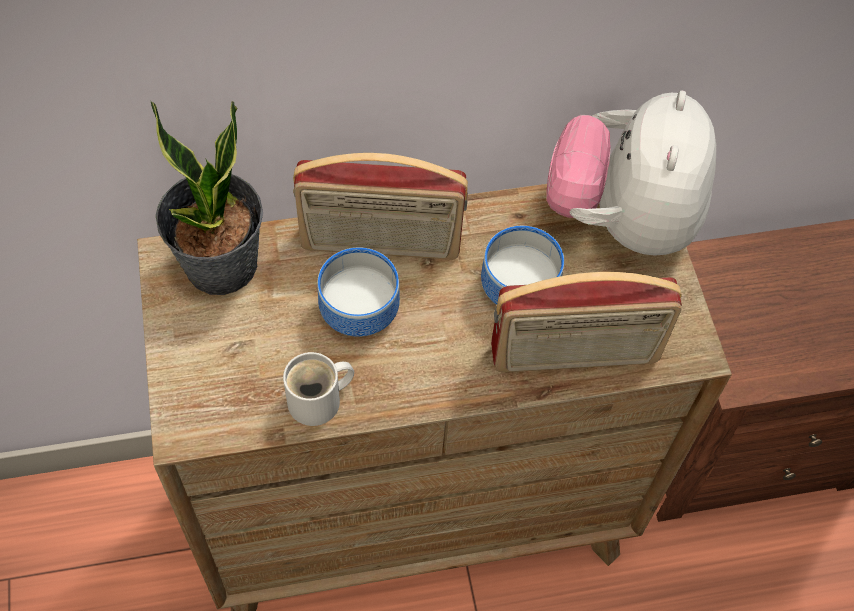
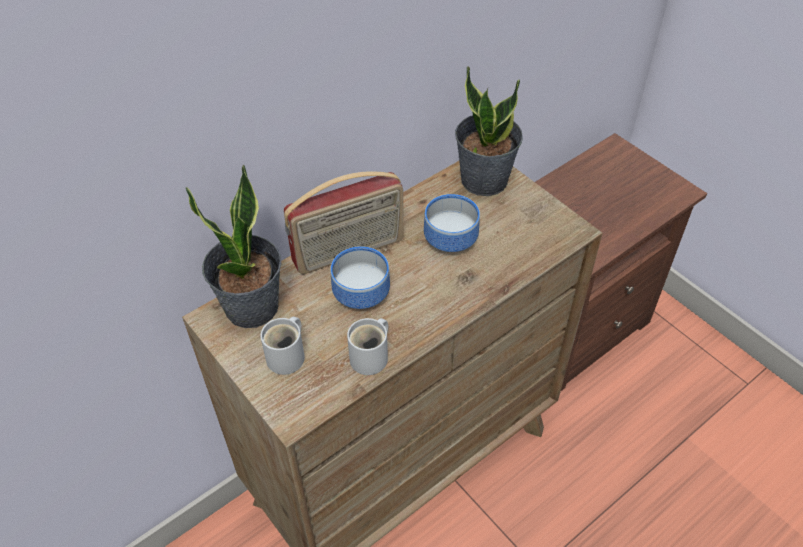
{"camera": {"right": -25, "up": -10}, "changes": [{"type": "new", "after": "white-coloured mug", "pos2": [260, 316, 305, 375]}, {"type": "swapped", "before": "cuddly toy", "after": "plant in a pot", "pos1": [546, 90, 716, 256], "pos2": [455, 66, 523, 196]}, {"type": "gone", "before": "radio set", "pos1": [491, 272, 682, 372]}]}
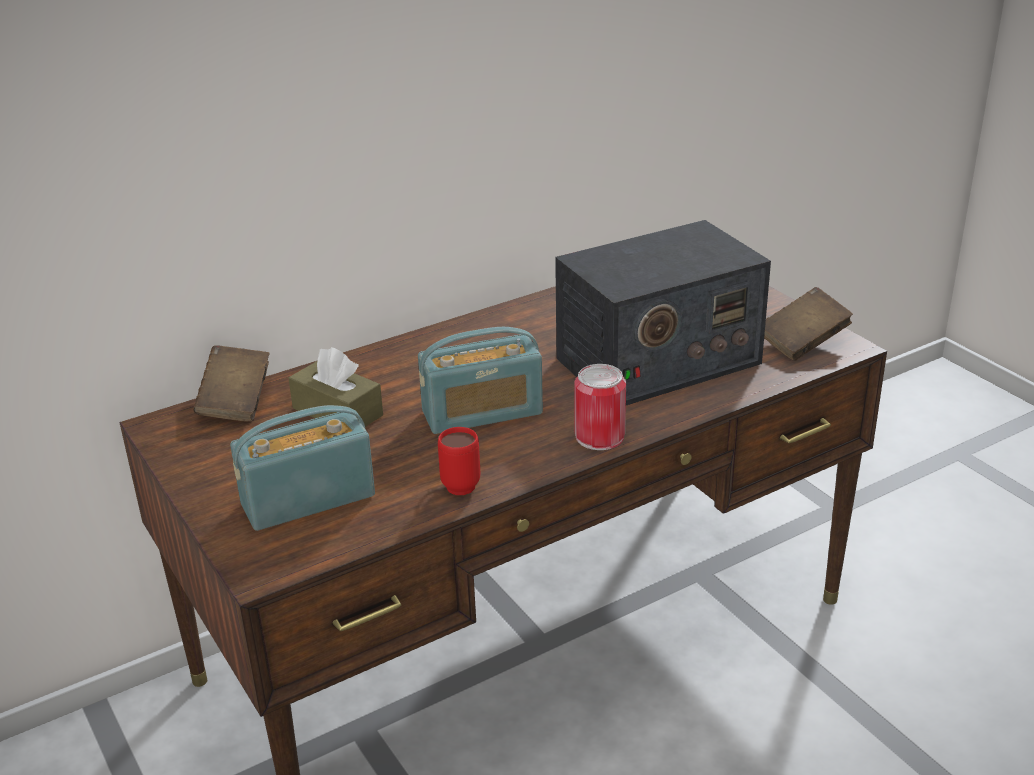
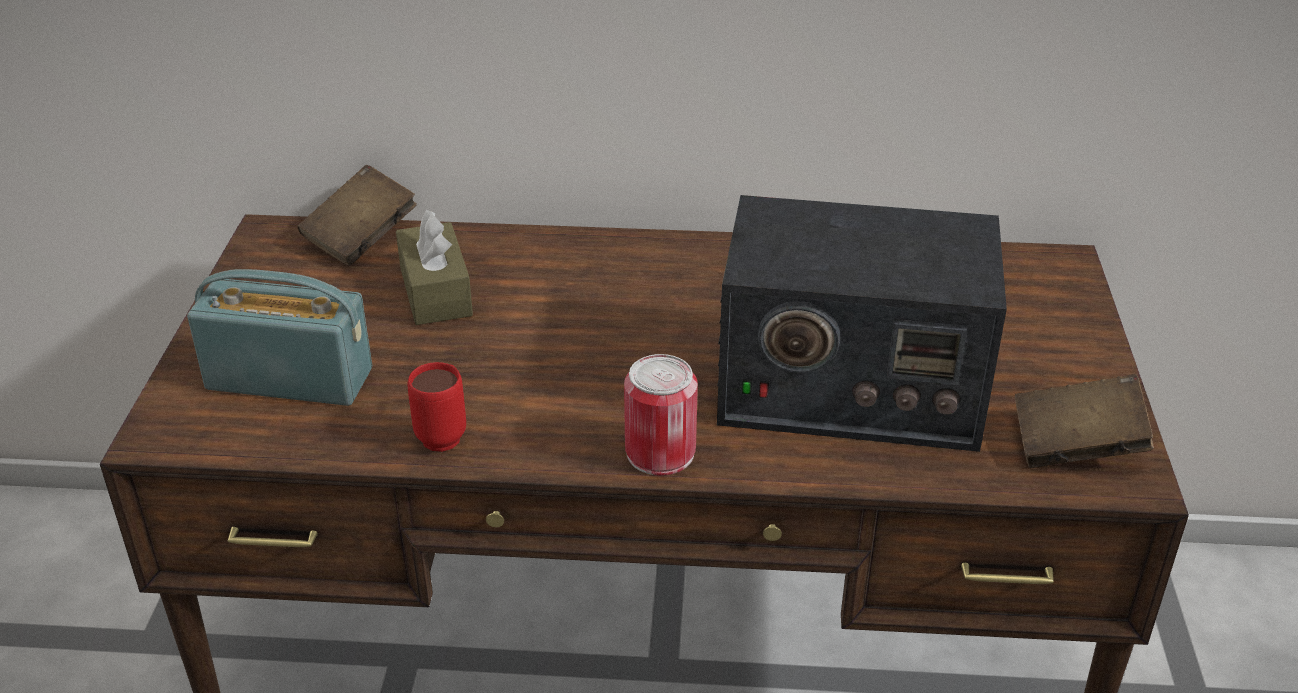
{"camera": {"right": 35, "up": 5}, "changes": [{"type": "gone", "before": "radio set", "pos1": [418, 327, 543, 434]}]}
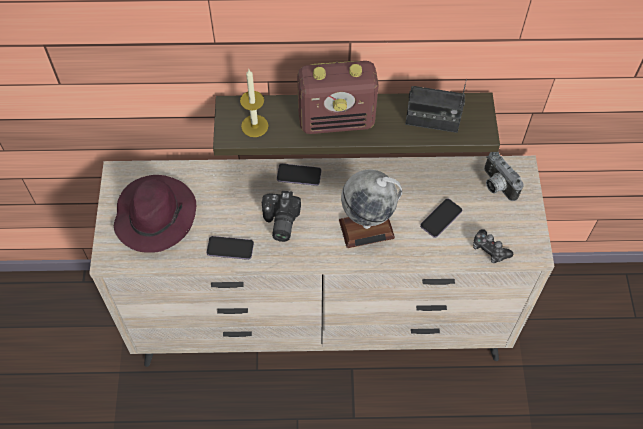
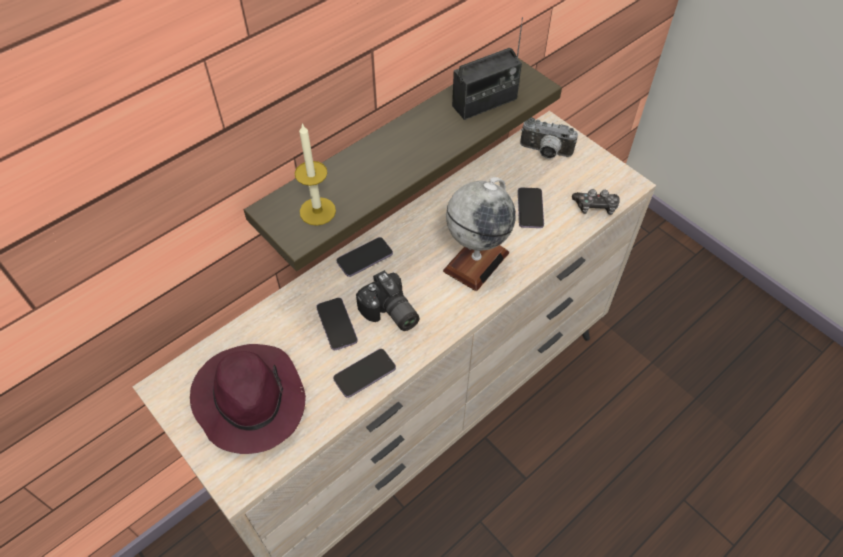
{"camera": {"right": -40, "up": -5}, "changes": [{"type": "new", "after": "telephone", "pos2": [316, 298, 358, 350]}, {"type": "gone", "before": "radio set", "pos1": [297, 61, 379, 134]}]}
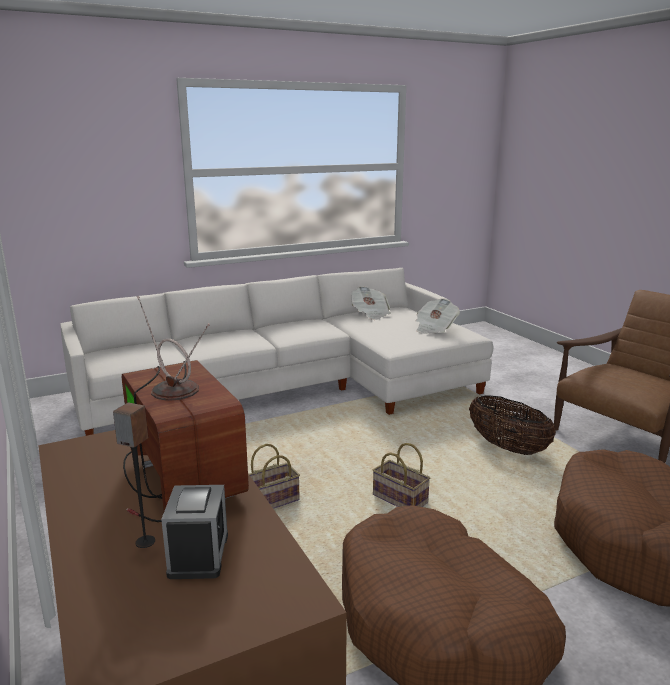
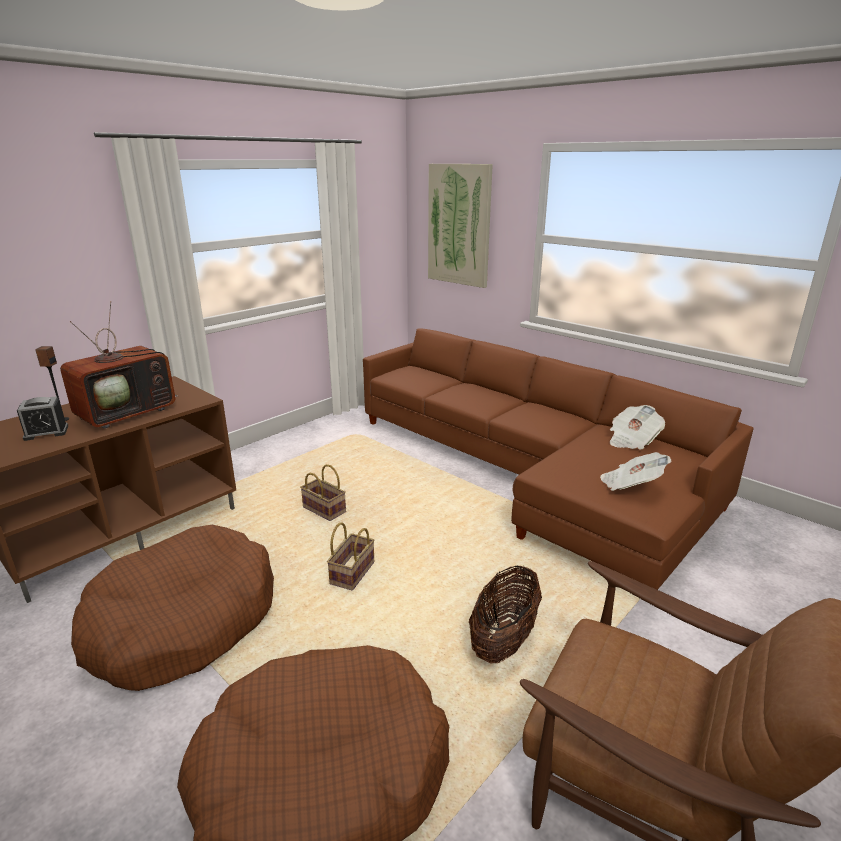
{"camera": {"right": 70, "up": 5}, "changes": [{"type": "repainted", "before": "white-coloured couch", "after": "brownish couch", "pos1": [61, 268, 494, 436], "pos2": [363, 328, 753, 601]}, {"type": "new", "after": "picture", "pos2": [428, 164, 493, 288]}]}
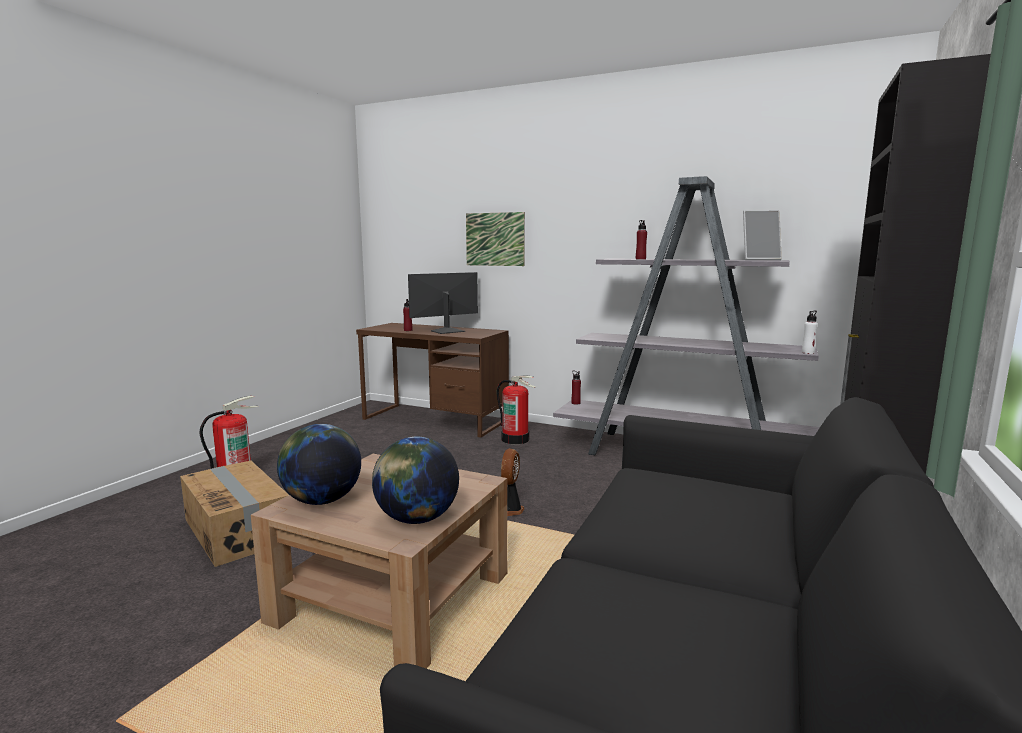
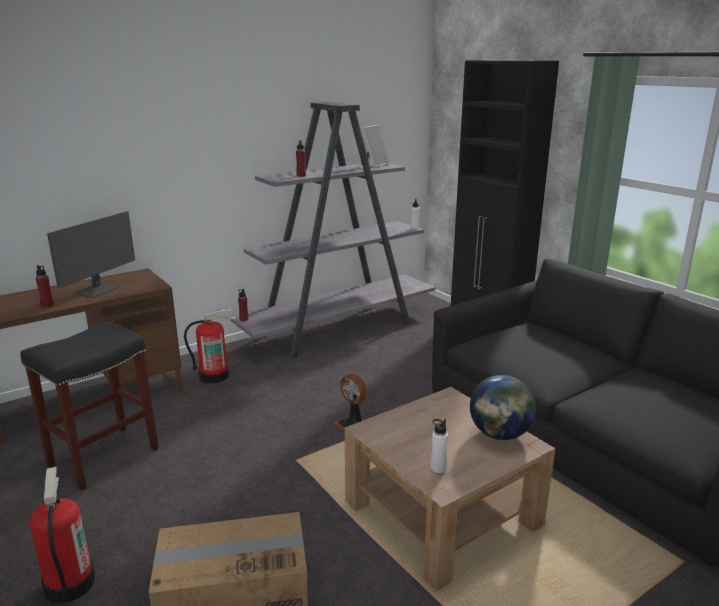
{"camera": {"right": -60, "up": 10}, "changes": [{"type": "new", "after": "blackish sitting stool", "pos2": [21, 322, 159, 491]}, {"type": "rotated", "before": "monitor", "pos1": [408, 272, 478, 334], "pos2": [47, 211, 135, 298], "turn": -150}, {"type": "swapped", "before": "globe", "after": "white-coloured beverage bottle", "pos1": [277, 424, 361, 505], "pos2": [431, 419, 448, 473]}, {"type": "gone", "before": "picture", "pos1": [466, 212, 525, 266]}]}
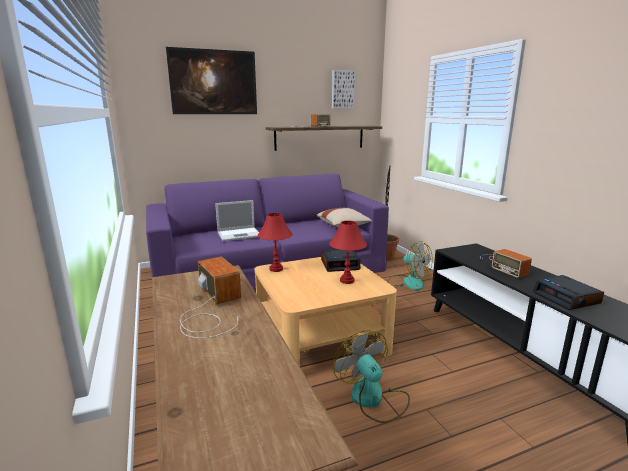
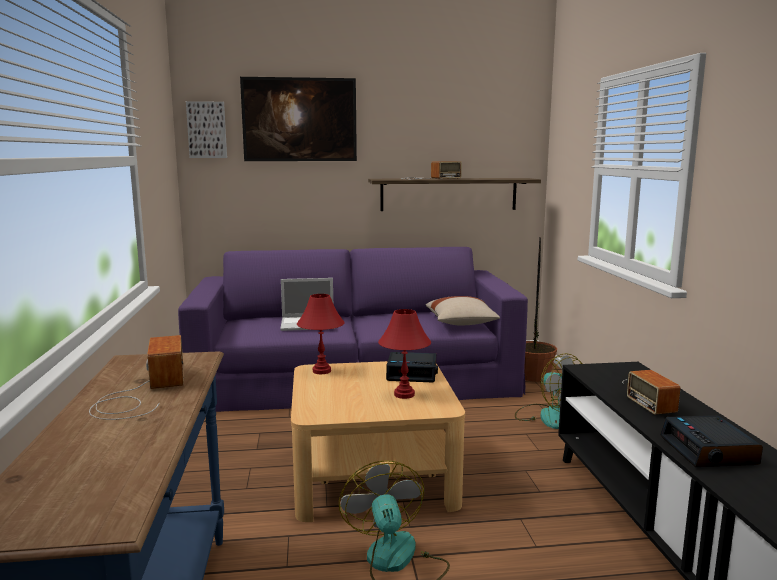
{"camera": {"right": 15, "up": -5}, "changes": [{"type": "shifted", "before": "picture", "pos1": [332, 70, 355, 109], "pos2": [186, 101, 227, 158]}]}
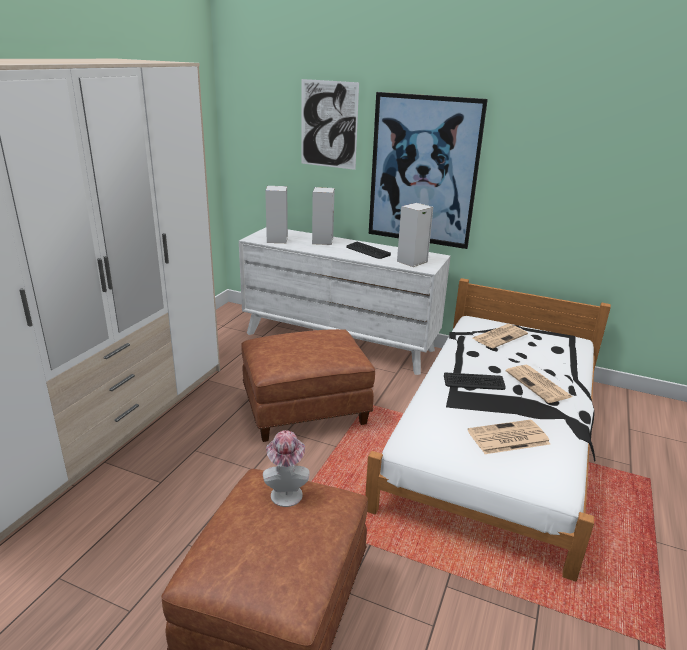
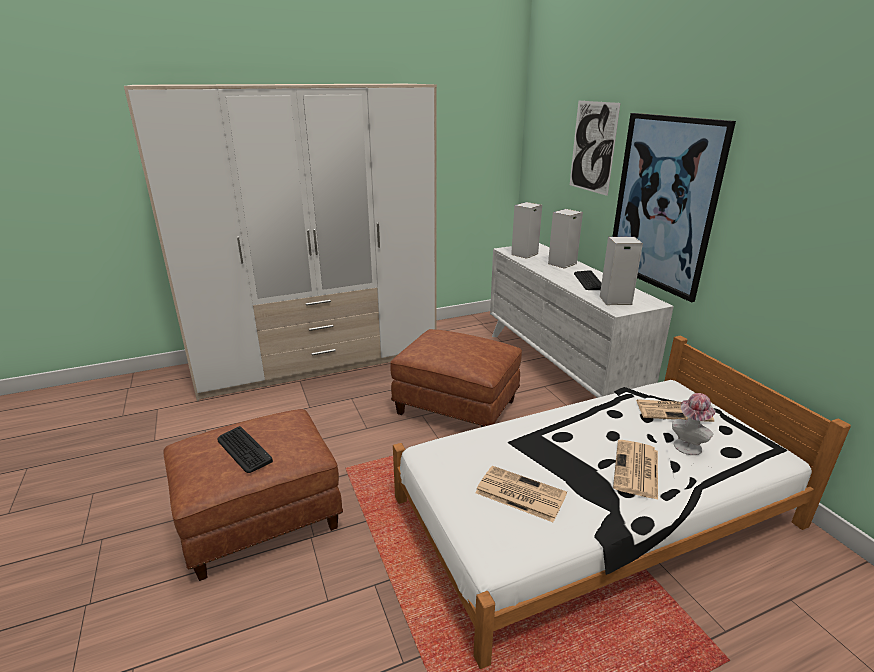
{"camera": {"right": 45, "up": 0}, "changes": [{"type": "shifted", "before": "computer keyboard", "pos1": [444, 373, 506, 390], "pos2": [217, 426, 273, 473]}, {"type": "shifted", "before": "hat", "pos1": [263, 430, 310, 507], "pos2": [672, 393, 716, 455]}]}
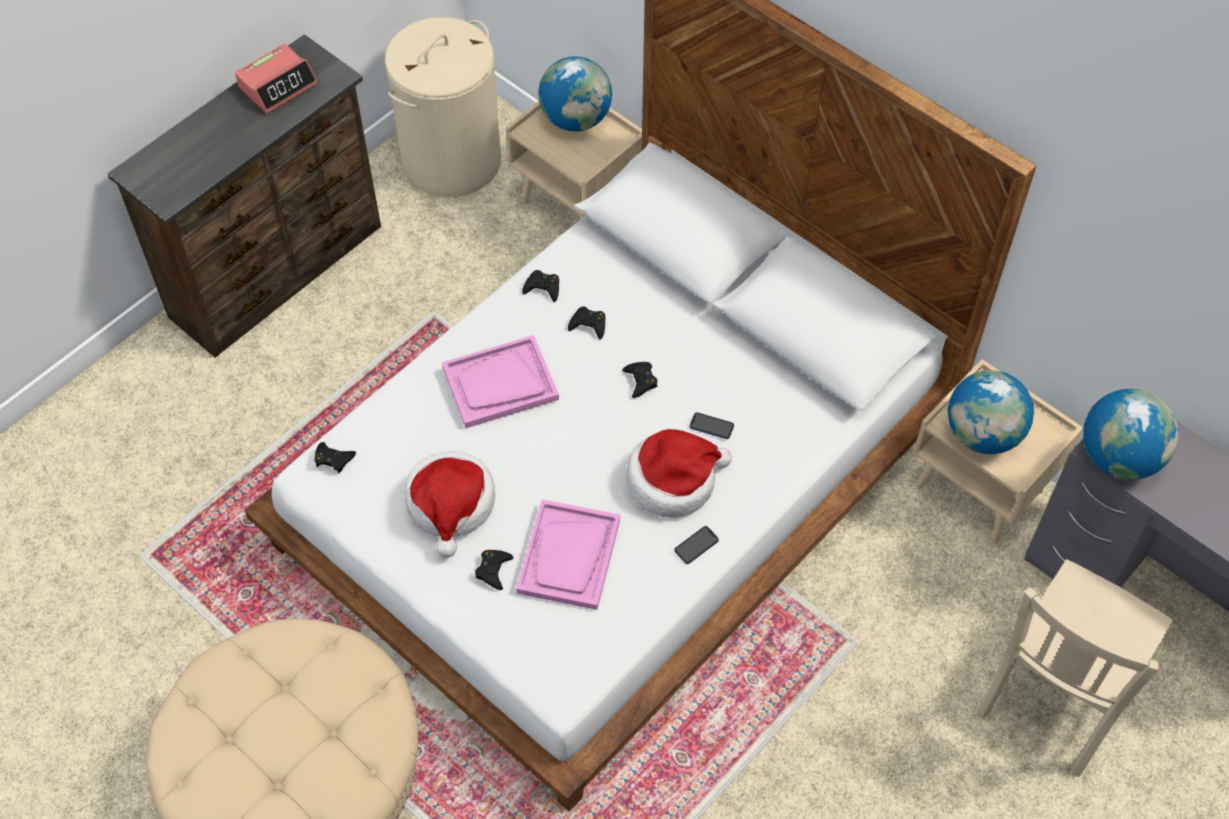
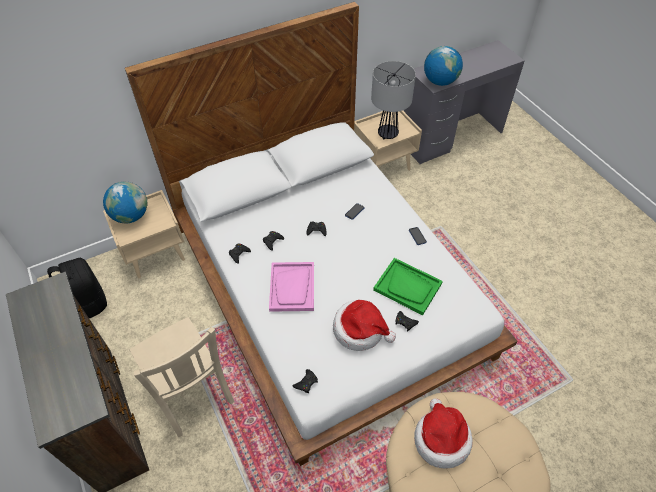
{"camera": {"right": -70, "up": -5}, "changes": [{"type": "swapped", "before": "beige-coloured hamper", "after": "blackish backpack", "pos1": [385, 17, 501, 197], "pos2": [47, 258, 107, 318]}, {"type": "shifted", "before": "beige-coloured upright chair", "pos1": [976, 559, 1173, 777], "pos2": [130, 317, 234, 437]}, {"type": "swapped", "before": "globe", "after": "table lamp", "pos1": [948, 370, 1034, 454], "pos2": [371, 61, 416, 139]}, {"type": "repainted", "before": "pink-coloured tray", "after": "green-coloured tray", "pos1": [516, 499, 620, 610], "pos2": [373, 258, 443, 315]}, {"type": "shifted", "before": "hat", "pos1": [626, 429, 732, 518], "pos2": [414, 398, 472, 469]}, {"type": "gone", "before": "bedside clock", "pos1": [235, 44, 318, 114]}]}
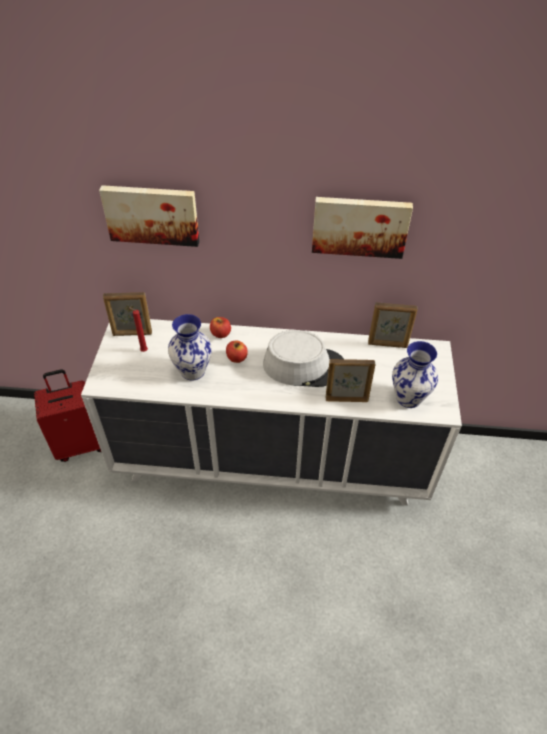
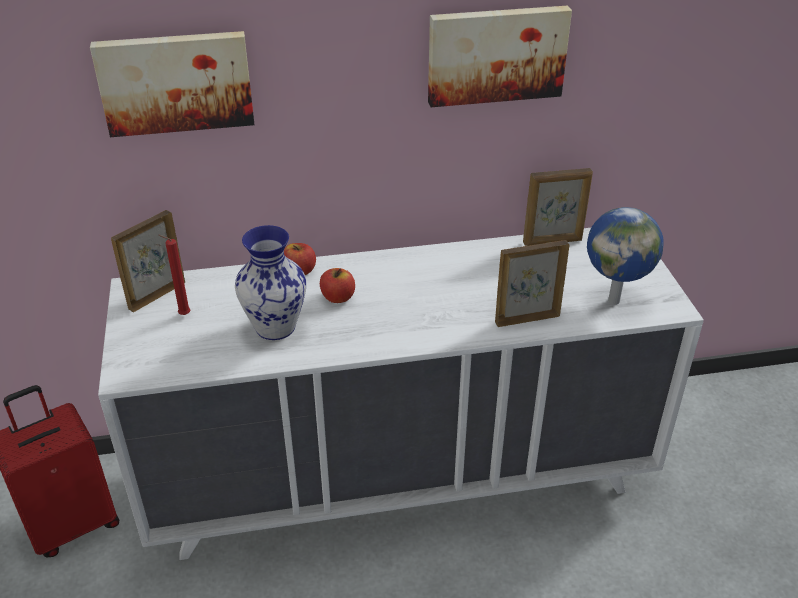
{"camera": {"right": -15, "up": -10}, "changes": [{"type": "rotated", "before": "picture frame", "pos1": [103, 292, 152, 336], "pos2": [111, 210, 185, 312], "turn": 150}, {"type": "swapped", "before": "flower vase", "after": "globe", "pos1": [392, 341, 438, 408], "pos2": [587, 207, 664, 305]}, {"type": "gone", "before": "gray hat", "pos1": [263, 330, 344, 387]}]}
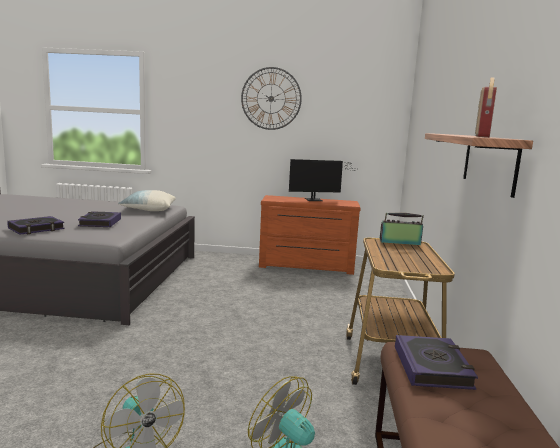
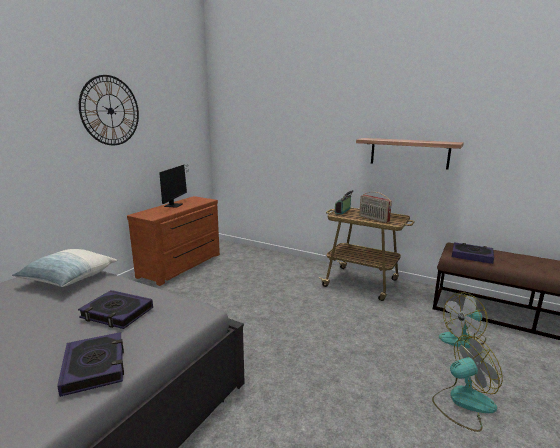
{"camera": {"right": -65, "up": 5}, "changes": [{"type": "shifted", "before": "radio set", "pos1": [475, 78, 497, 137], "pos2": [359, 192, 392, 223]}]}
